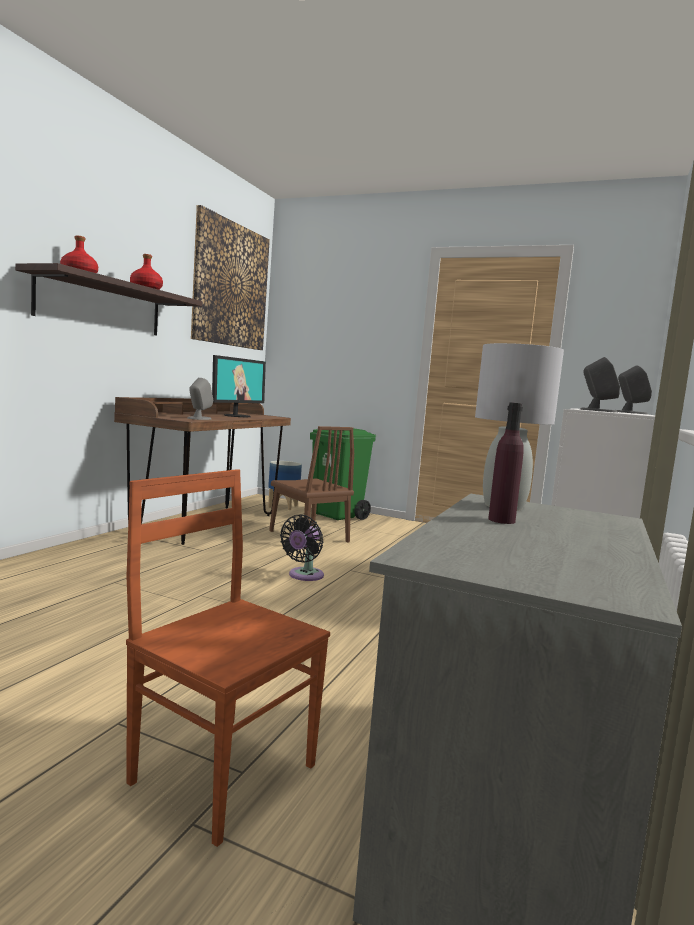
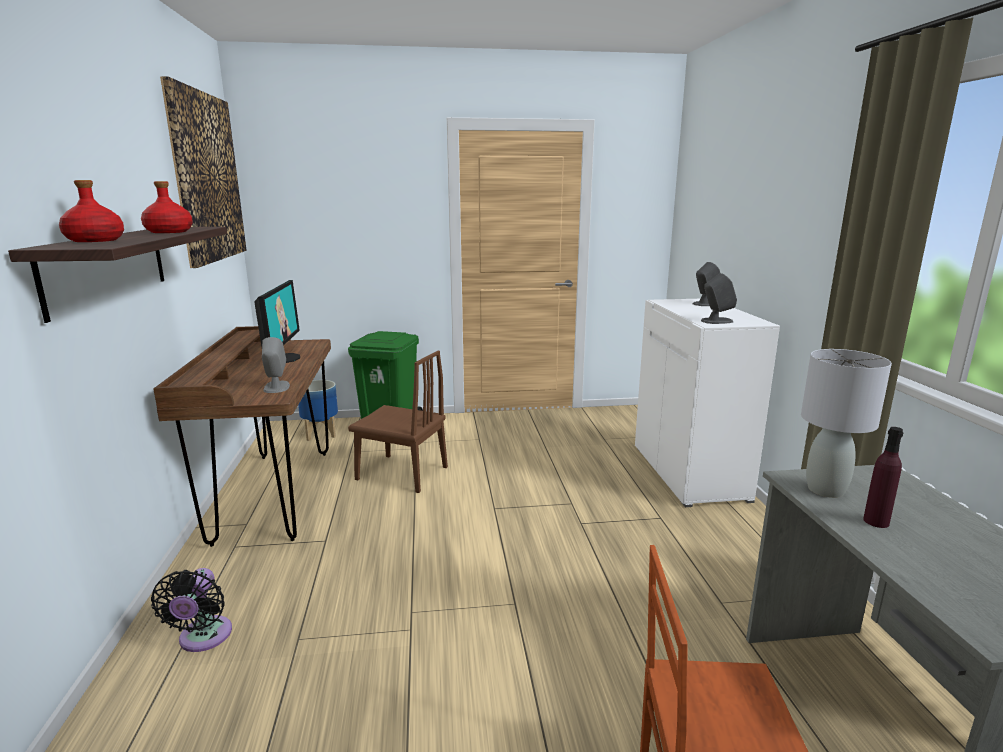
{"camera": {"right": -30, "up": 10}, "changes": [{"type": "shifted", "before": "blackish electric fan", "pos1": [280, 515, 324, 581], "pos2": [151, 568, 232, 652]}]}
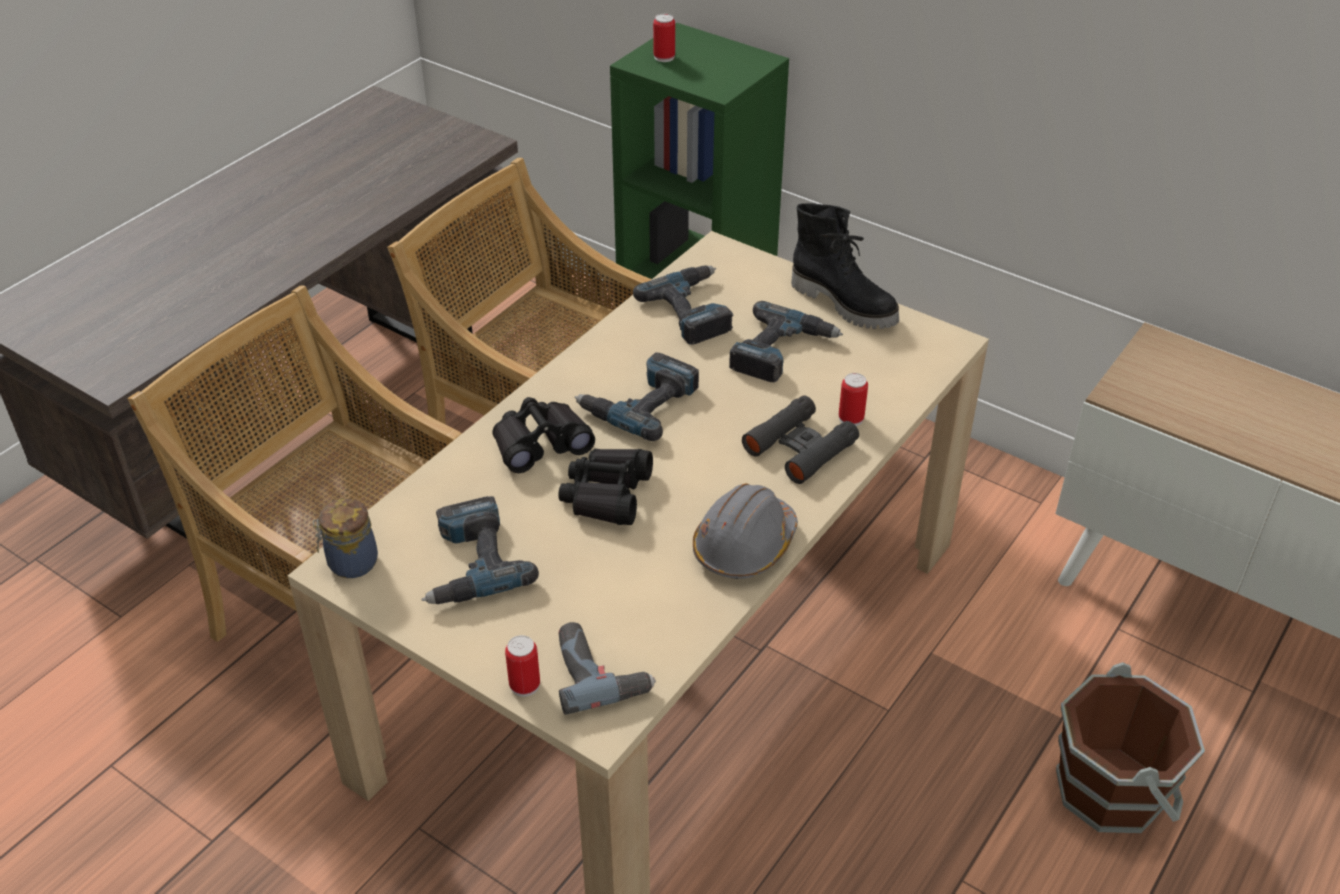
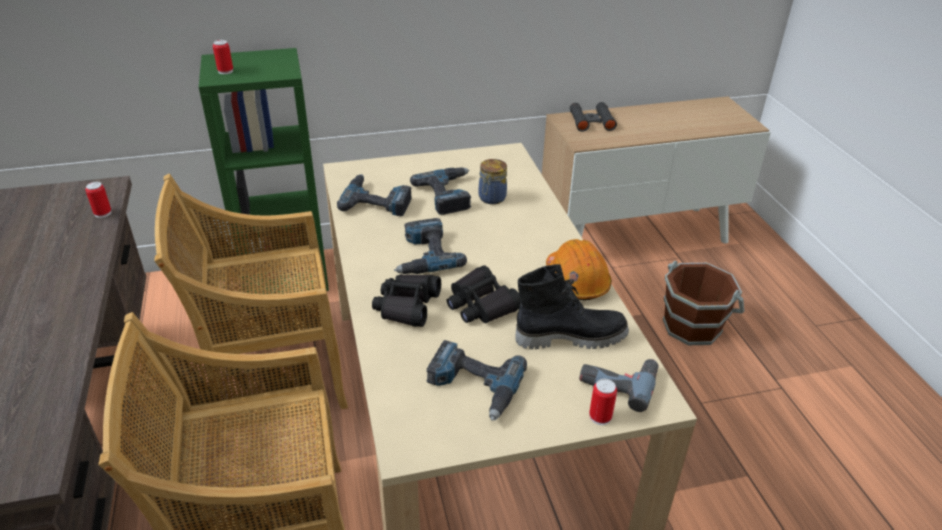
{"camera": {"right": -50, "up": -5}, "changes": [{"type": "shifted", "before": "can", "pos1": [839, 373, 868, 426], "pos2": [85, 182, 111, 218]}, {"type": "shifted", "before": "preserve jar", "pos1": [313, 499, 378, 578], "pos2": [479, 159, 507, 204]}, {"type": "shifted", "before": "blackish high-top boot", "pos1": [791, 203, 899, 329], "pos2": [515, 264, 629, 349]}, {"type": "repainted", "before": "gray hard hat", "after": "orange-coloured hard hat", "pos1": [693, 484, 798, 579], "pos2": [546, 239, 612, 300]}, {"type": "shifted", "before": "blackish pair of binoculars", "pos1": [742, 395, 859, 484], "pos2": [570, 102, 617, 132]}]}
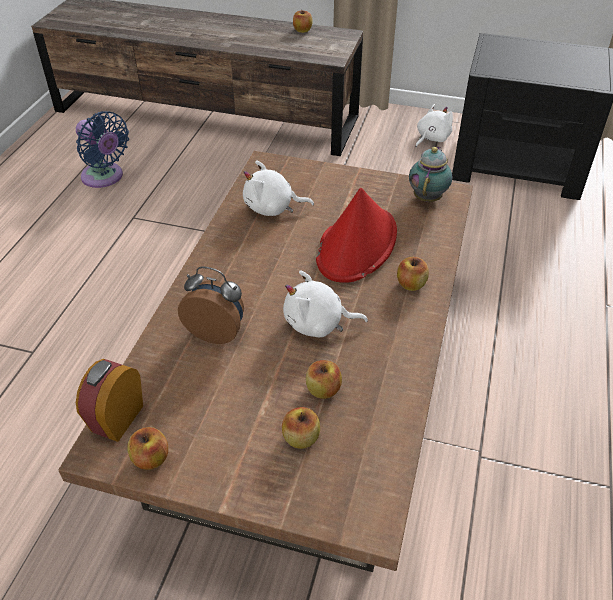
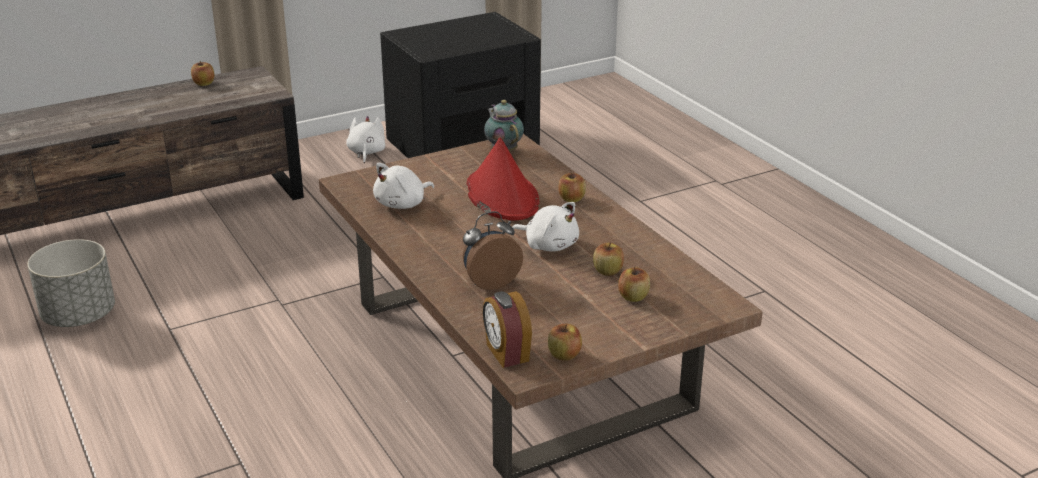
{"camera": {"right": -45, "up": -15}, "changes": [{"type": "swapped", "before": "bluish electric fan", "after": "gray planter", "pos1": [76, 111, 129, 188], "pos2": [27, 239, 115, 327]}, {"type": "rotated", "before": "white-coloured cuddly toy", "pos1": [283, 270, 368, 337], "pos2": [512, 202, 579, 252], "turn": -105}]}
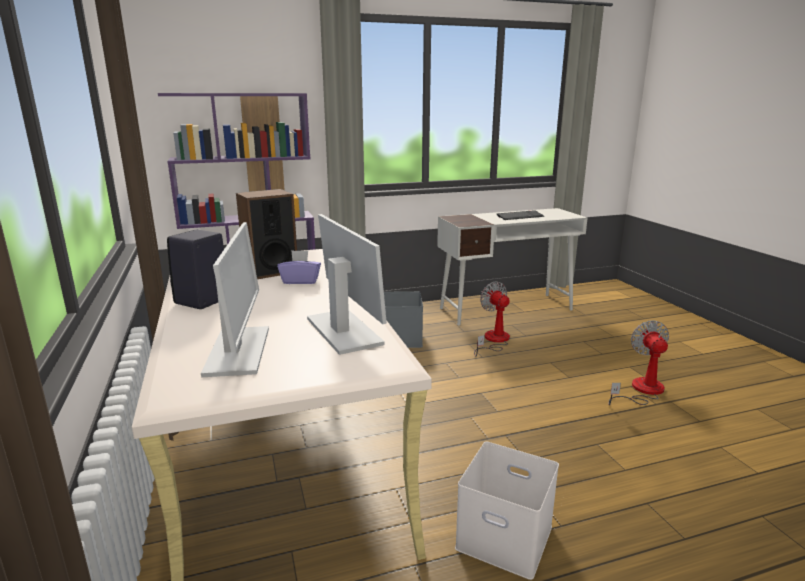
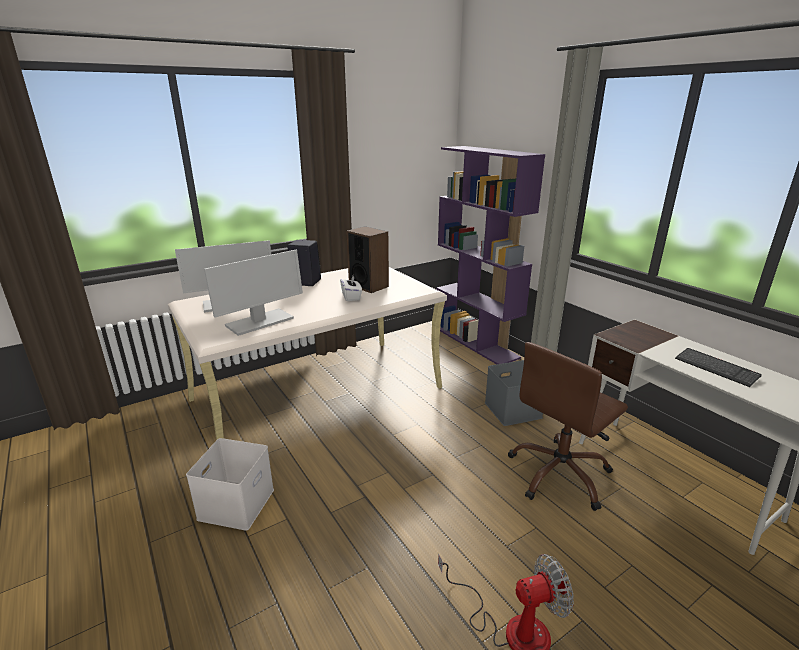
{"camera": {"right": 75, "up": 5}, "changes": [{"type": "repainted", "before": "purple tissue holder", "after": "white-coloured tissue holder", "pos1": [277, 250, 321, 284], "pos2": [340, 276, 362, 301]}, {"type": "swapped", "before": "electric fan", "after": "brownish office chair", "pos1": [474, 282, 510, 356], "pos2": [508, 342, 628, 511]}]}
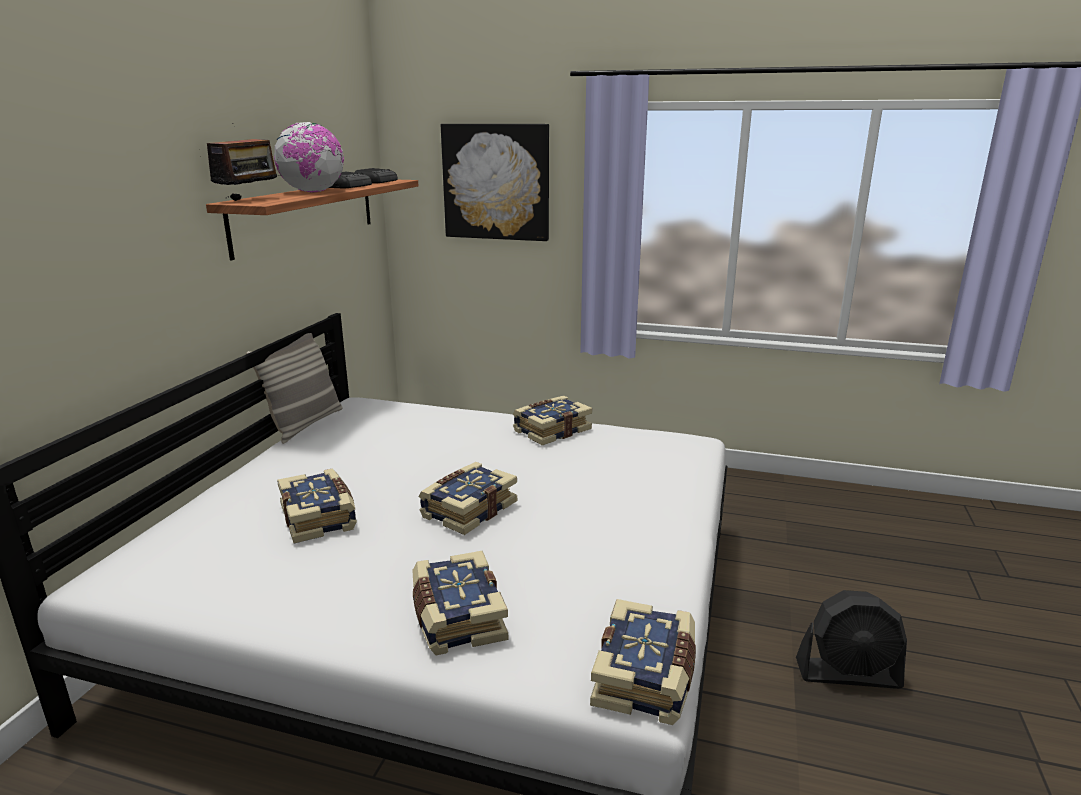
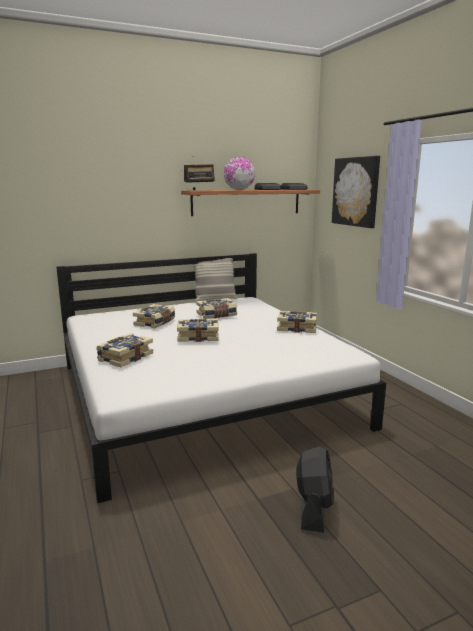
{"camera": {"right": 50, "up": -5}, "changes": [{"type": "shifted", "before": "volume", "pos1": [590, 599, 696, 725], "pos2": [196, 298, 237, 319]}, {"type": "rotated", "before": "blackish electric fan", "pos1": [796, 590, 907, 689], "pos2": [296, 446, 334, 533], "turn": -135}]}
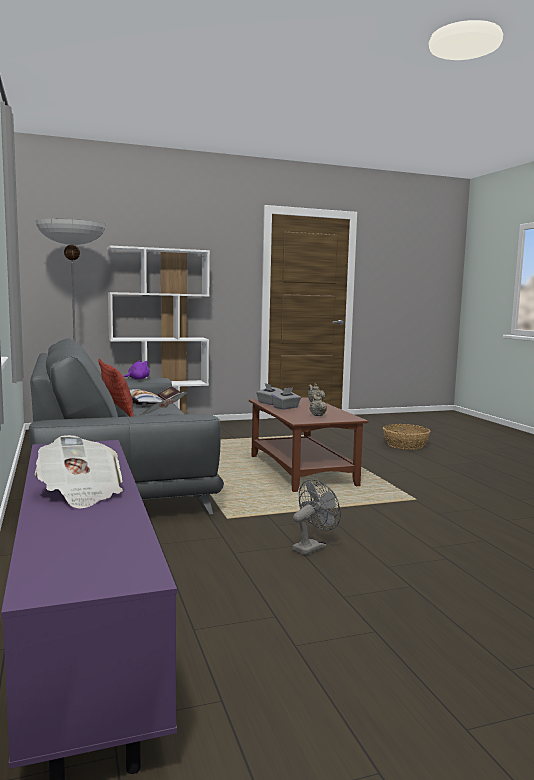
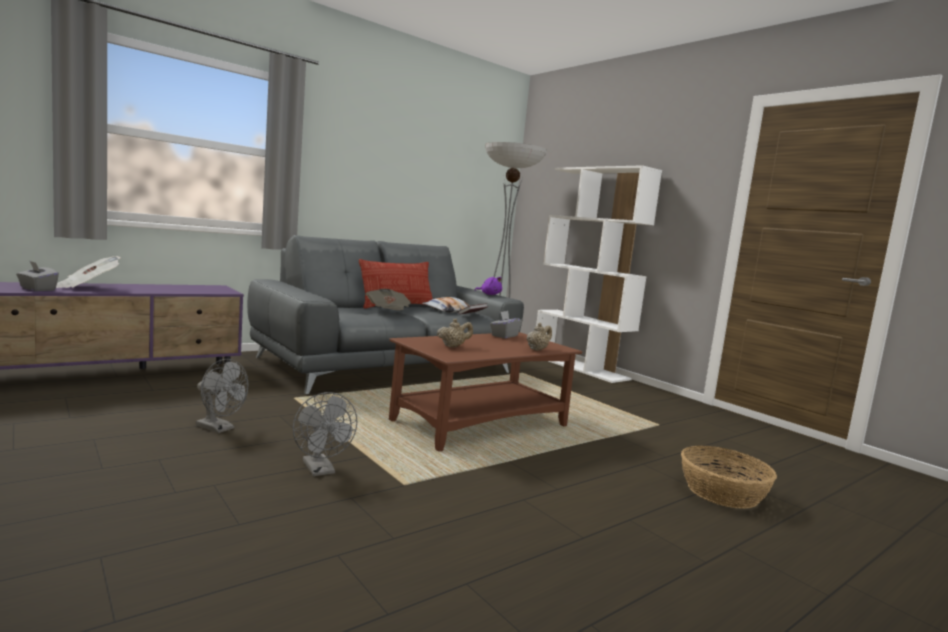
{"camera": {"right": 70, "up": 0}, "changes": [{"type": "shifted", "before": "gray tissue holder", "pos1": [272, 387, 301, 409], "pos2": [16, 261, 59, 291]}, {"type": "new", "after": "gray electric fan", "pos2": [293, 392, 357, 476]}]}
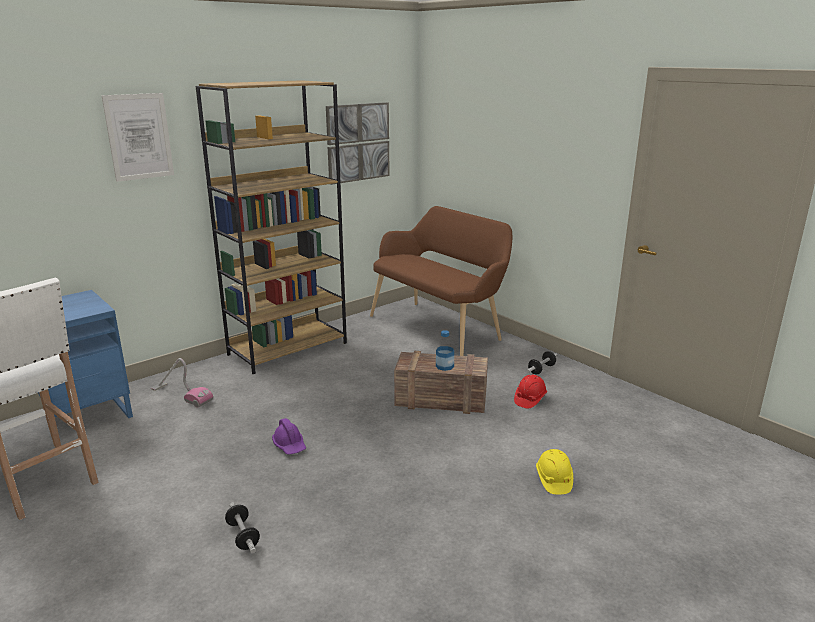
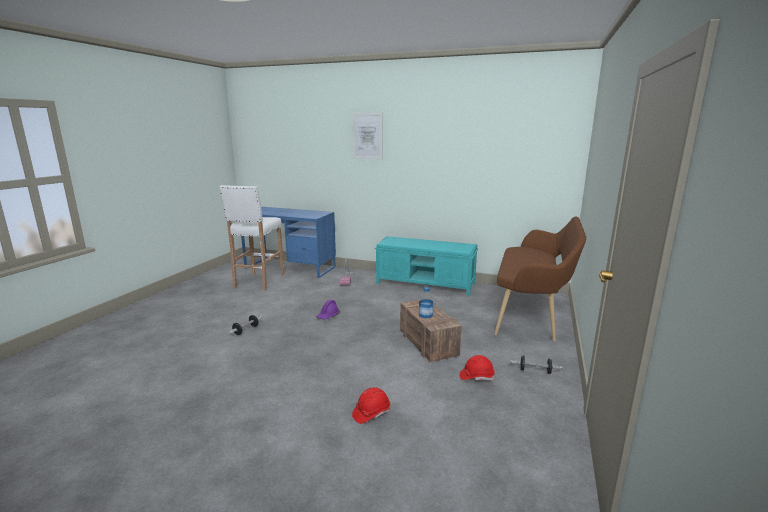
{"camera": {"right": 60, "up": -5}, "changes": [{"type": "repainted", "before": "yellow-coloured hard hat", "after": "reddish hard hat", "pos1": [536, 449, 573, 495], "pos2": [352, 387, 390, 424]}, {"type": "swapped", "before": "brownish bookshelf", "after": "turquoise-coloured indoor bench", "pos1": [196, 80, 347, 374], "pos2": [375, 236, 478, 296]}, {"type": "gone", "before": "picture", "pos1": [326, 102, 390, 185]}]}
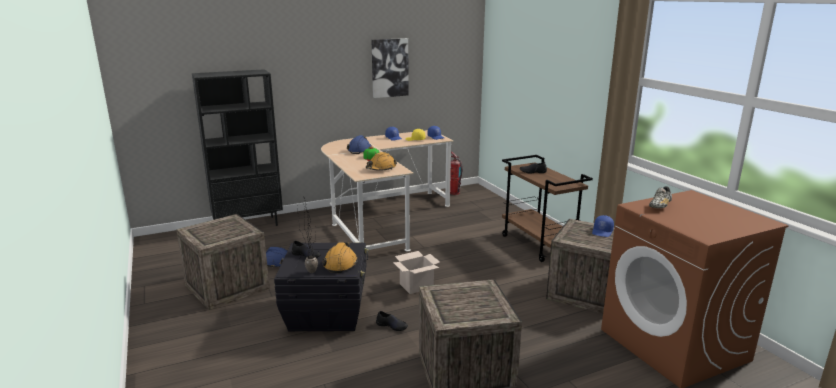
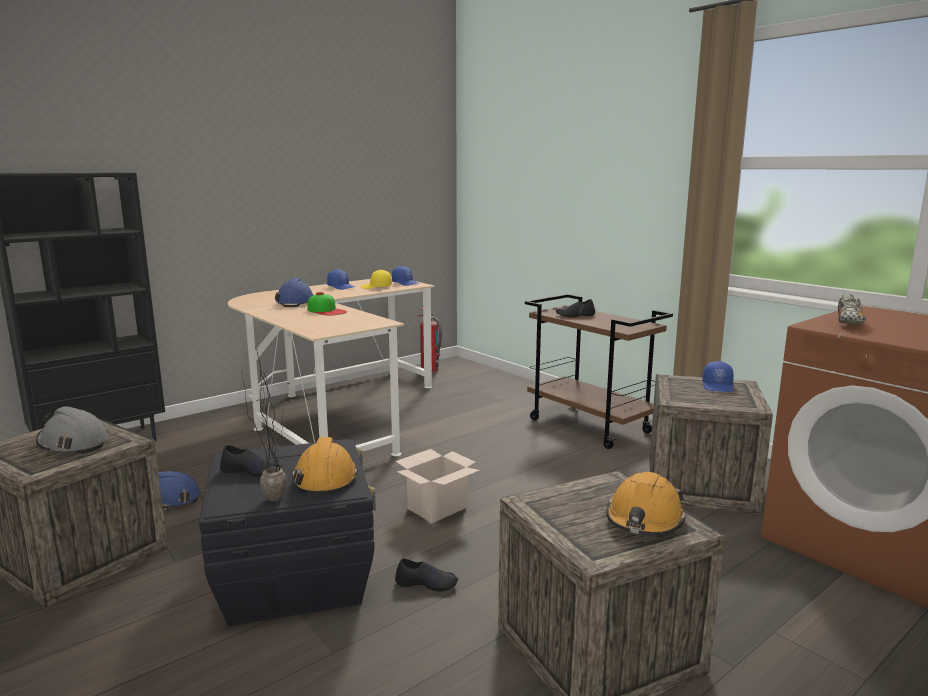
{"camera": {"right": -15, "up": -5}, "changes": [{"type": "new", "after": "gray hard hat", "pos2": [36, 407, 108, 454]}, {"type": "shifted", "before": "orange-coloured hard hat", "pos1": [366, 152, 397, 171], "pos2": [606, 472, 686, 536]}, {"type": "gone", "before": "picture", "pos1": [371, 38, 409, 98]}]}
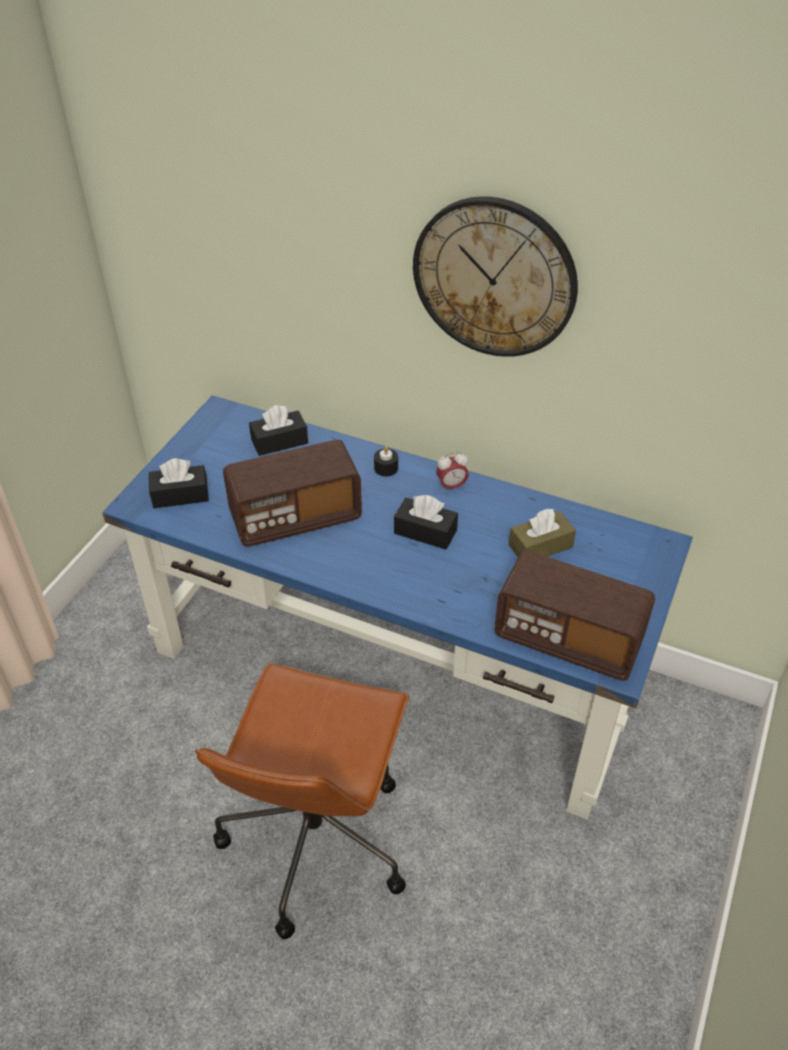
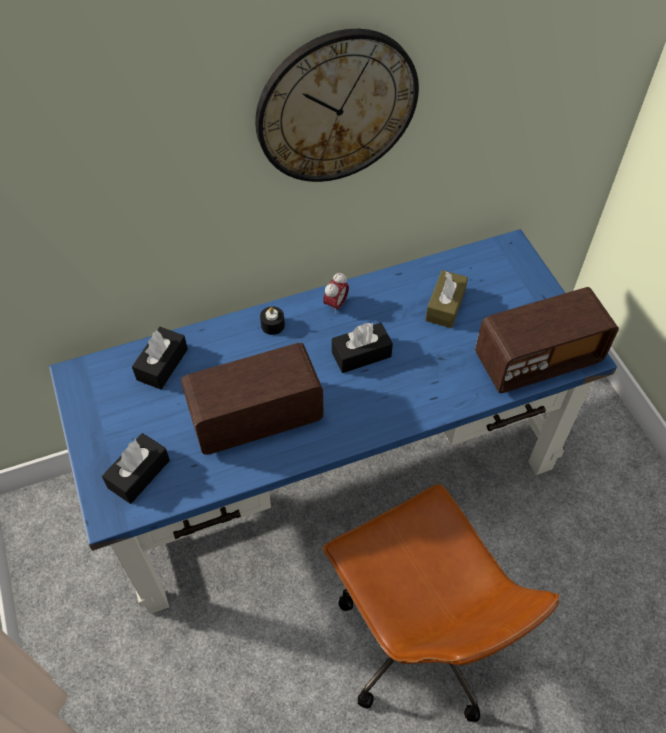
{"camera": {"right": -45, "up": 10}, "changes": [{"type": "rotated", "before": "radio set", "pos1": [223, 440, 362, 546], "pos2": [181, 343, 323, 455], "turn": -135}]}
